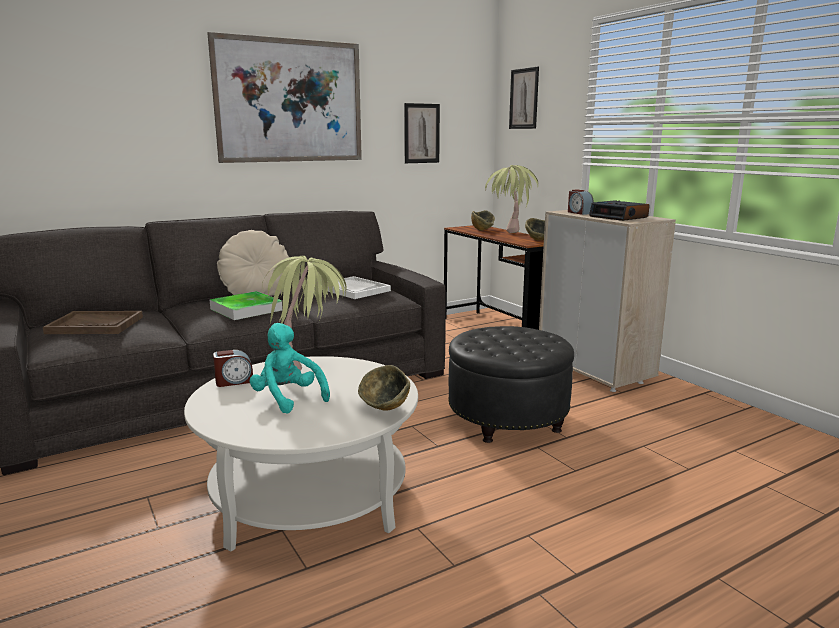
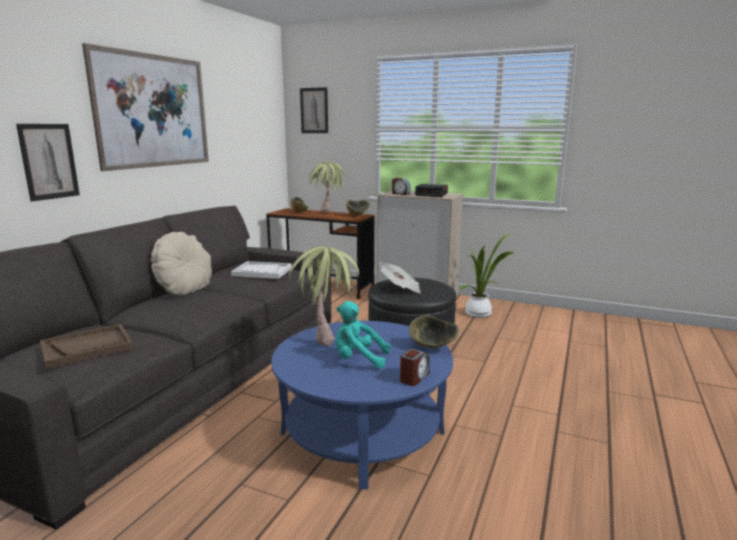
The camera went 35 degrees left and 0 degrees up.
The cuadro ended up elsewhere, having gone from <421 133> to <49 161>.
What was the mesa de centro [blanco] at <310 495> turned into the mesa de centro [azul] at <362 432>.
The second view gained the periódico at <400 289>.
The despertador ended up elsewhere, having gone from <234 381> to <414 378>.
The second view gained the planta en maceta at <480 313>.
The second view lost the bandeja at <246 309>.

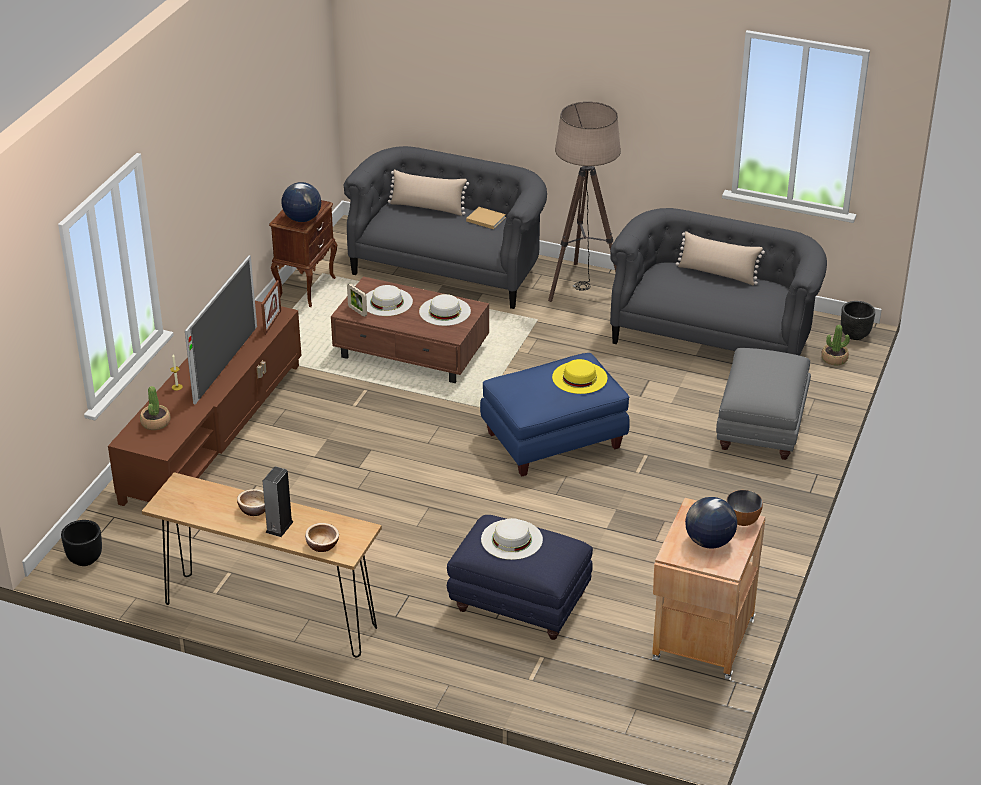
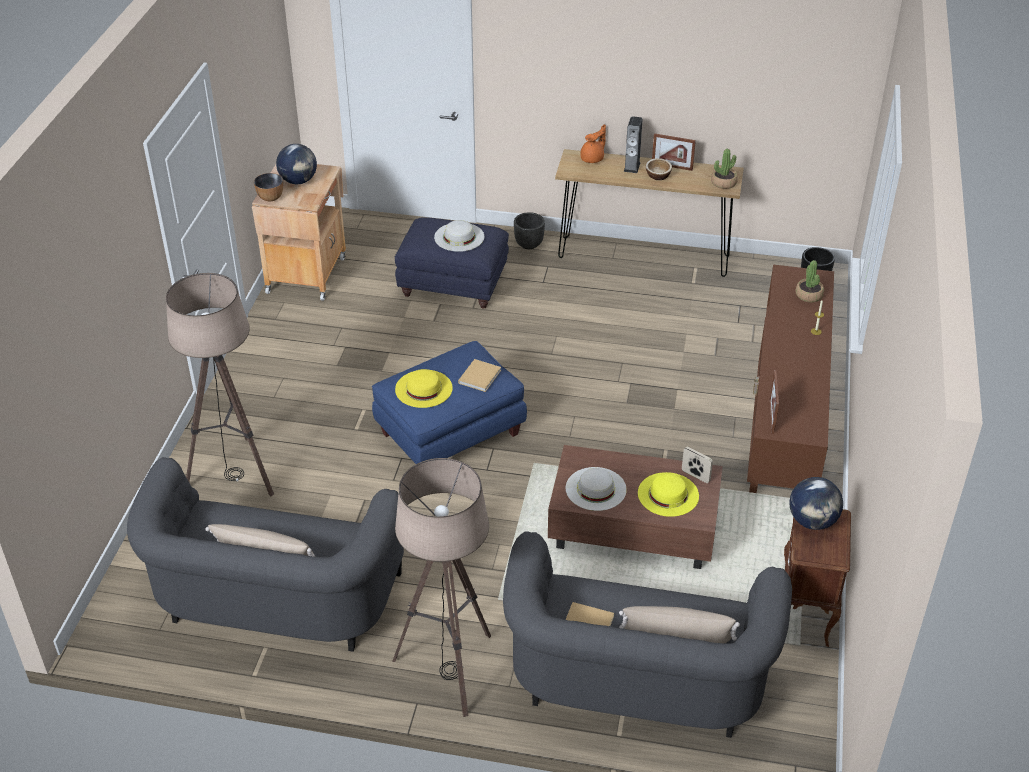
The camera went 170 degrees right and 5 degrees up.
Where the puf [gris] stood at <761 429>, the lámpara de pie came to stand at <235 473>.
The second view gained the libro [beis] at <480 376>.
The maceta [negro] ended up elsewhere, having gone from <854 335> to <529 244>.
Where the cuenco stood at <322 545>, the tetera [naranja] came to stand at <593 158>.
What was the sombrero [blanco] at <387 302> turned into the sombrero [amarillo] at <668 494>.
The second view gained the portarretratos at <672 166>.
The planta en maceta ended up elsewhere, having gone from <834 359> to <723 183>.
The second view lost the televisor at <226 364>.

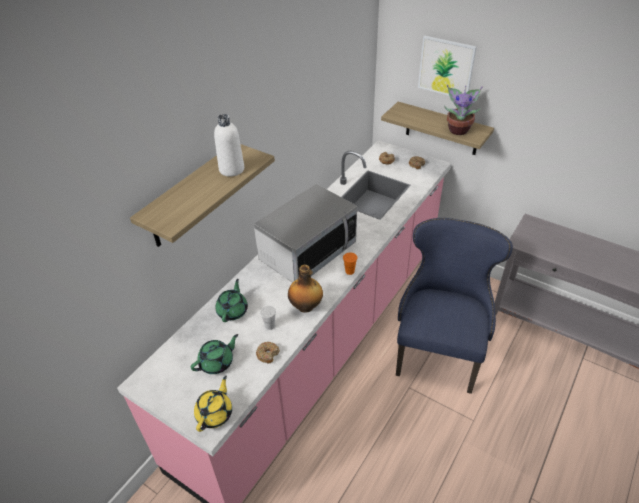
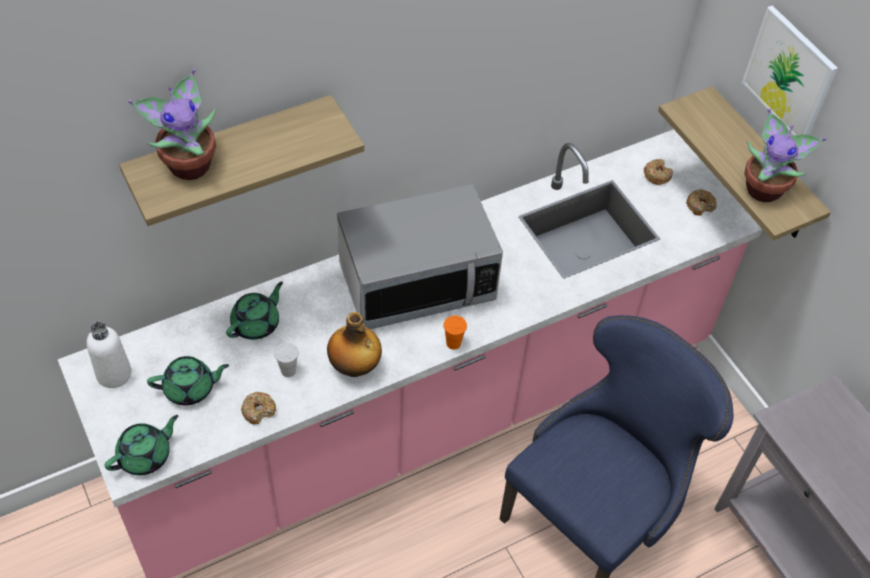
The camera went 25 degrees right and 10 degrees up.
The botella [blanco] ended up elsewhere, having gone from <231 169> to <114 374>.
What was the tetera [amarillo] at <215 413> turned into the tetera [verde] at <146 455>.
The second view gained the planta en maceta at <188 163>.

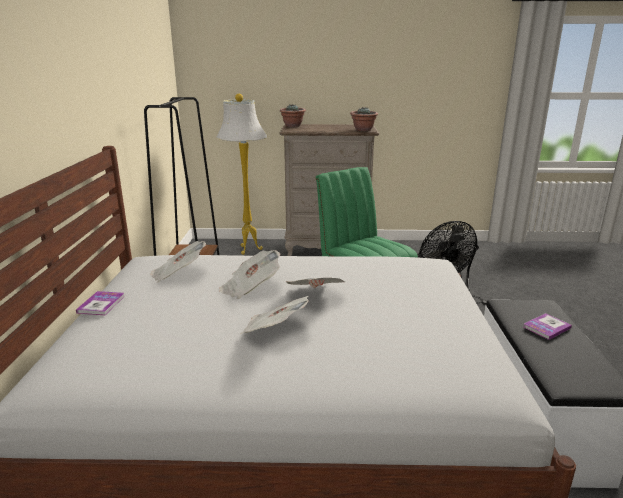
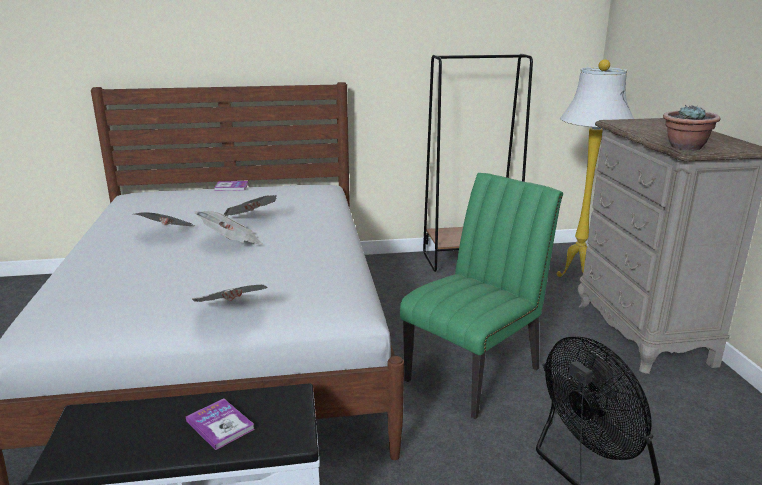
The camera went 80 degrees right and 0 degrees up.
The periódico ended up elsewhere, having gone from <178 275> to <231 312>.
The second view lost the planta en maceta at <293 126>.

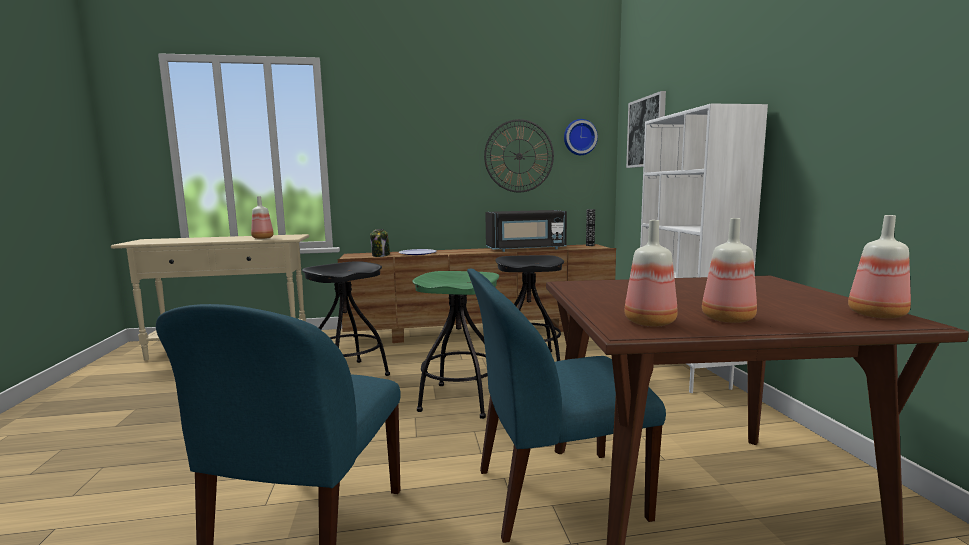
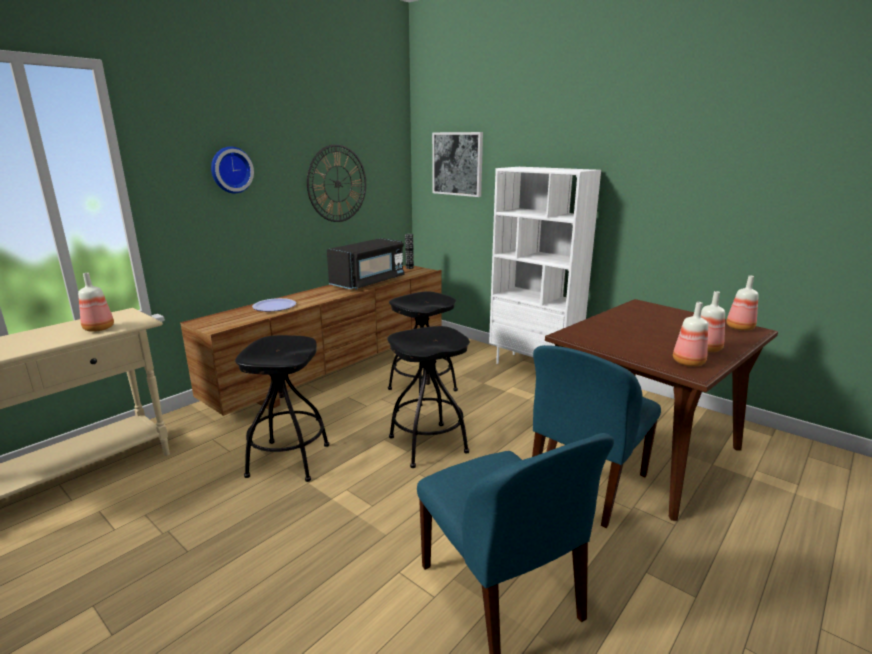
The camera went 40 degrees left and 10 degrees up.
The reloj de pared ended up elsewhere, having gone from <579 137> to <230 170>.
What was the taburete [verde] at <461 400> turned into the taburete [negro] at <428 444>.
The second view lost the tarro at <381 255>.

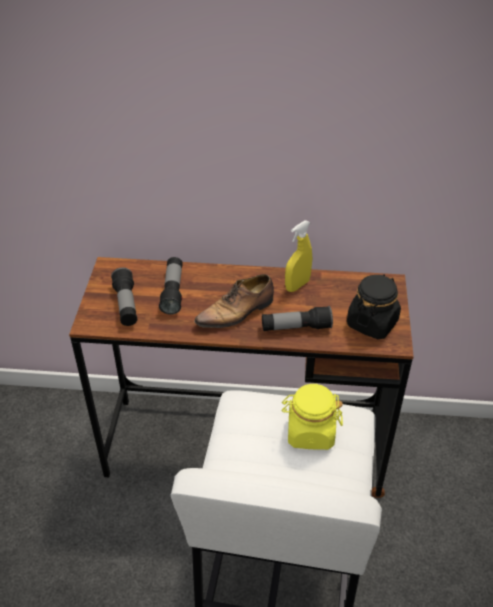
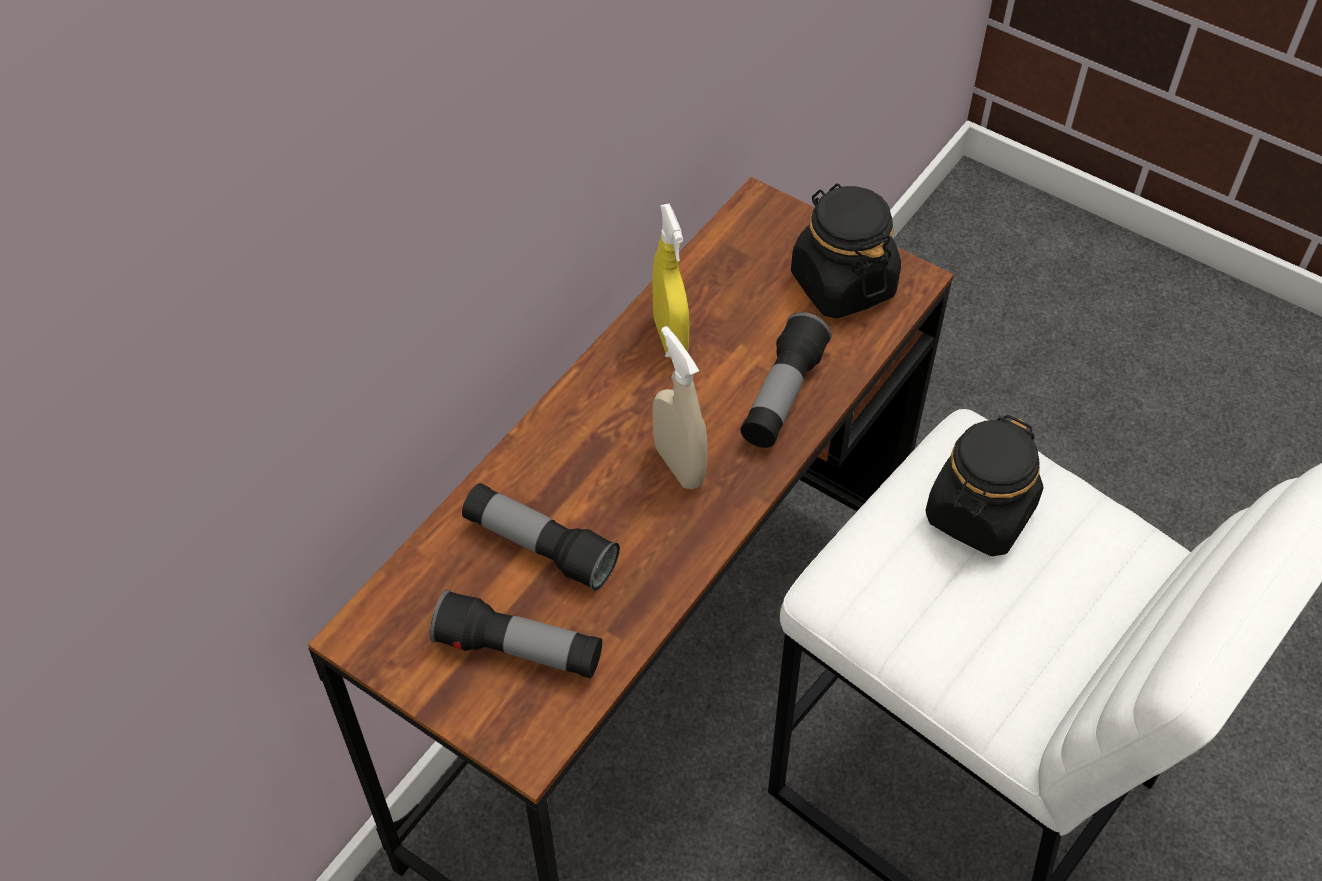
The camera went 60 degrees left and 10 degrees up.
Where the zapato stood at <237 312>, the pulverizador [beis] came to stand at <679 465>.
What was the tarro [amarillo] at <310 432> turned into the tarro [negro] at <979 514>.

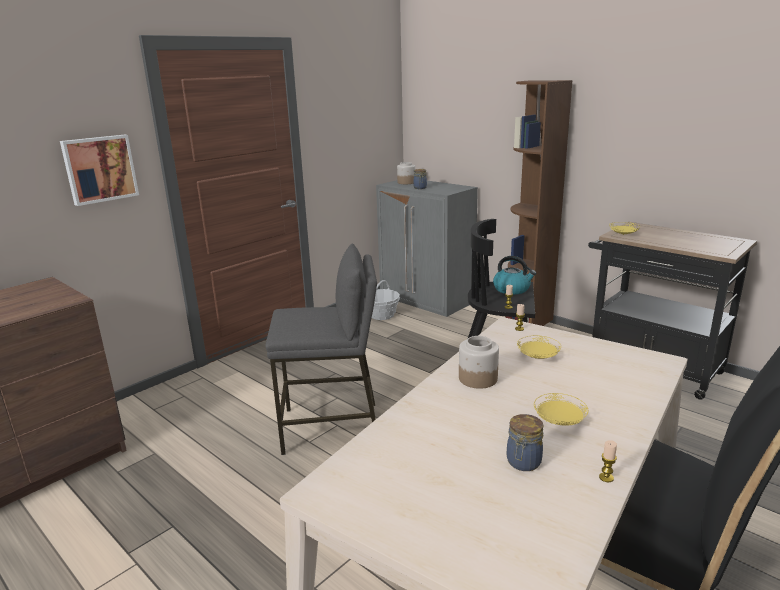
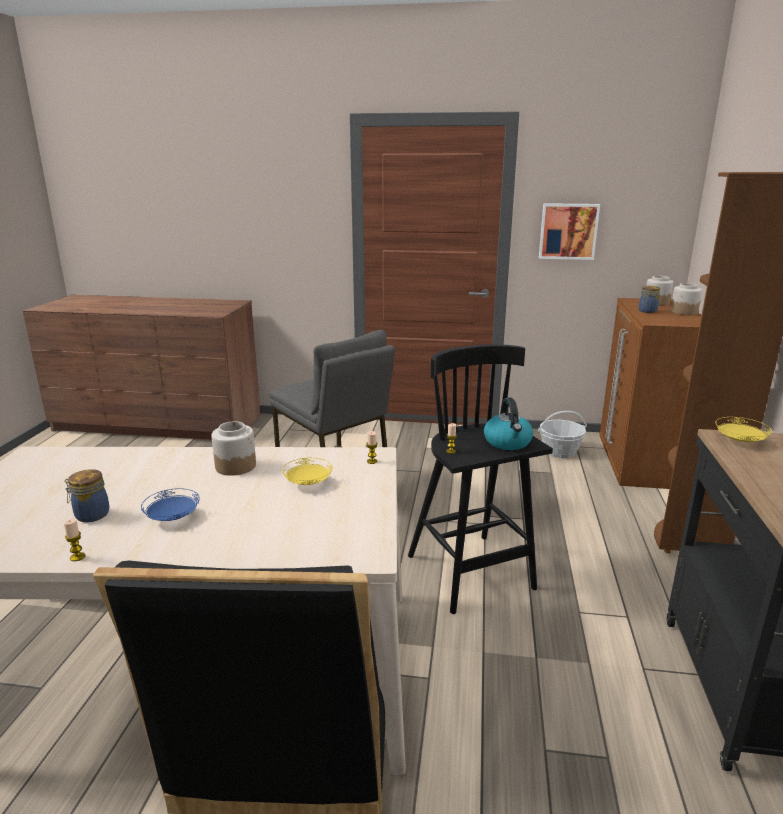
The camera went 55 degrees right and 0 degrees up.
What was the plato [amarillo] at <559 421> turned into the plato [azul] at <172 518>.
The cuadro ended up elsewhere, having gone from <99 169> to <568 231>.
What was the armario [gris] at <426 299> turned into the armario [marrón] at <639 460>.
The second view gained the tarro at <683 312>.

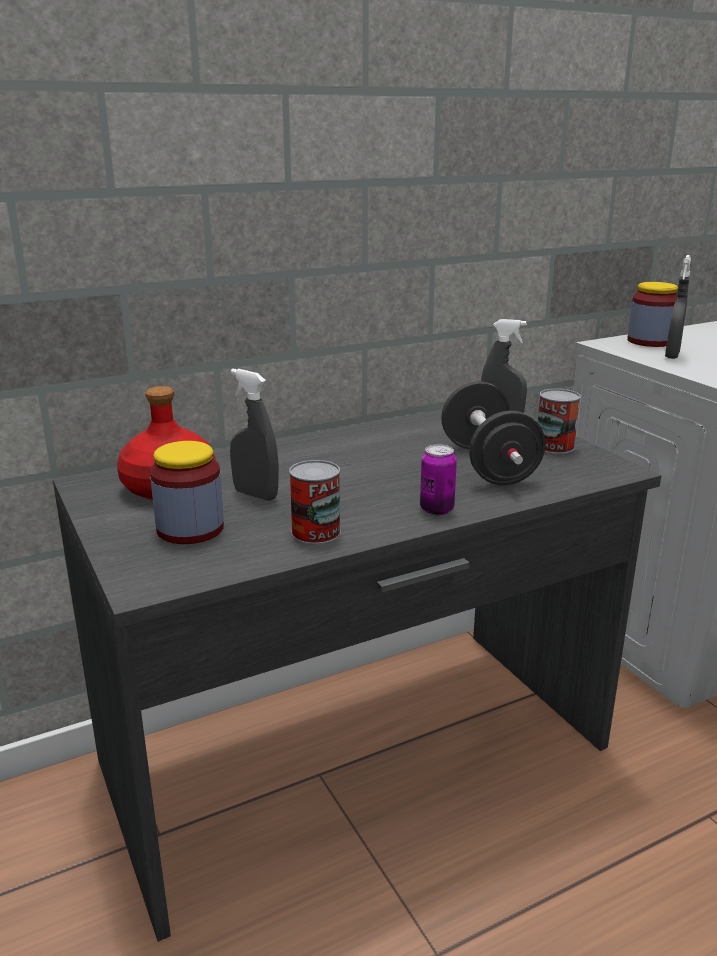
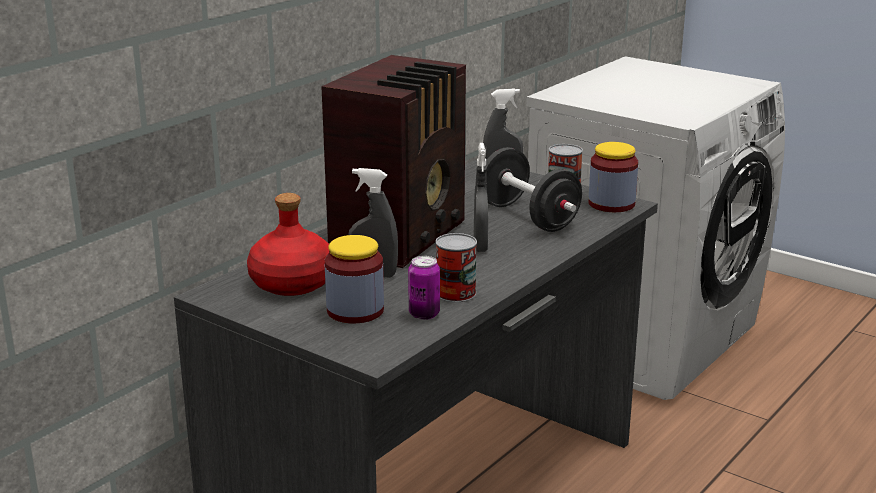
The camera went 25 degrees left and 0 degrees up.
The second view gained the radio at <402 236>.
The lata ended up elsewhere, having gone from <436 510> to <424 314>.
The pulverizador [gris] ended up elsewhere, having gone from <672 355> to <480 246>.
The tarro ended up elsewhere, having gone from <649 341> to <611 204>.

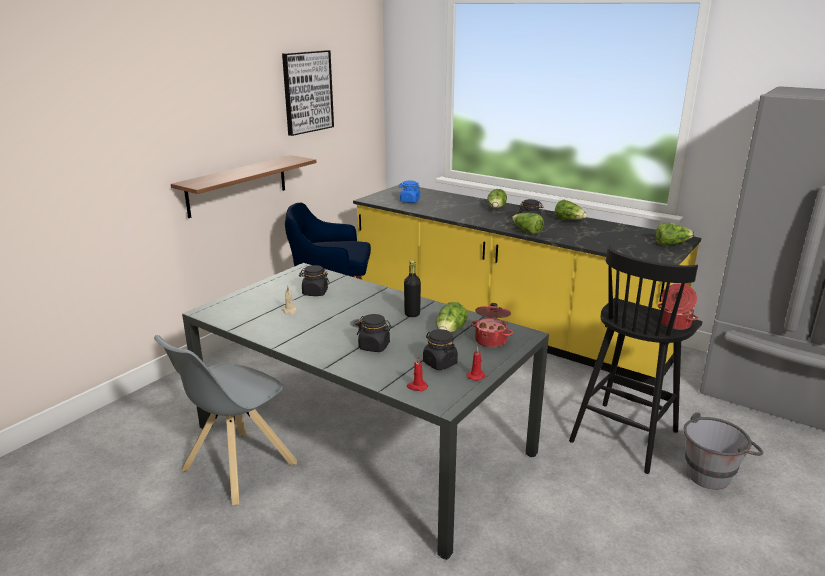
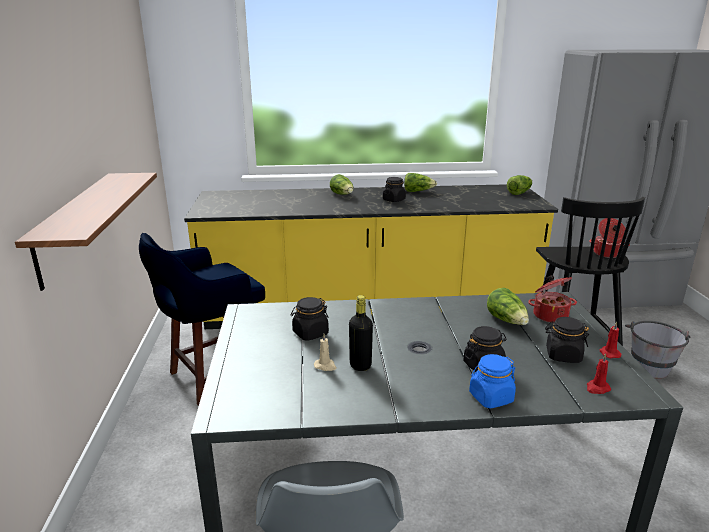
The camera went 40 degrees left and 0 degrees up.
The botella [negro] ended up elsewhere, having gone from <412 314> to <360 365>.
The tarro [azul] ended up elsewhere, having gone from <409 201> to <490 397>.
The second view lost the cuadro at <307 92>.
The second view lost the lechuga at <526 231>.

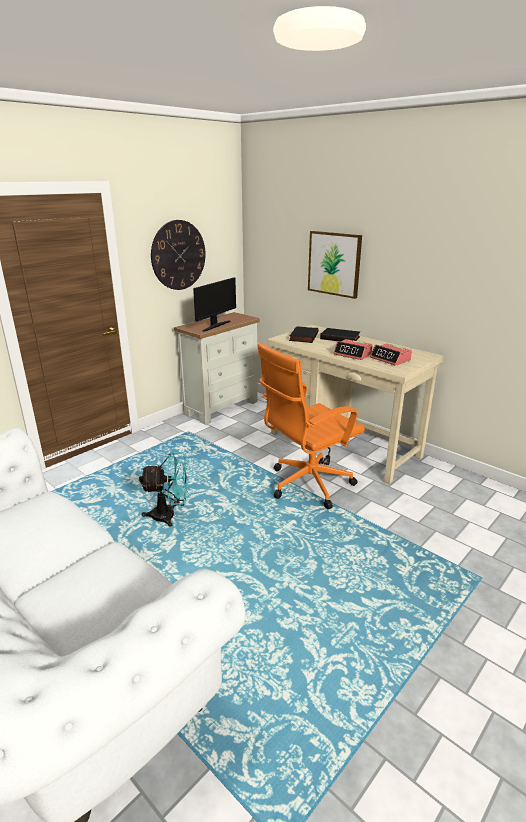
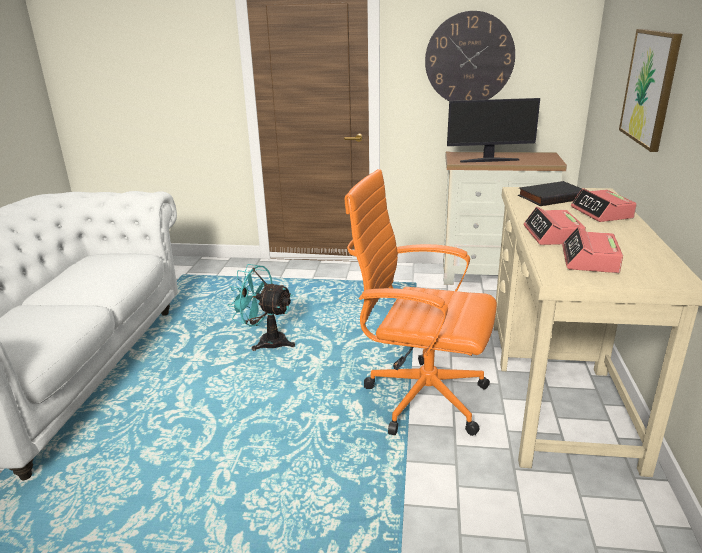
The camera went 55 degrees right and 0 degrees up.
The ventilador [turquesa] at <170 516> ended up facing another way, 150 degrees clockwise from before.
Where the libro [negro] stood at <340 337>, the despertador came to stand at <601 213>.

